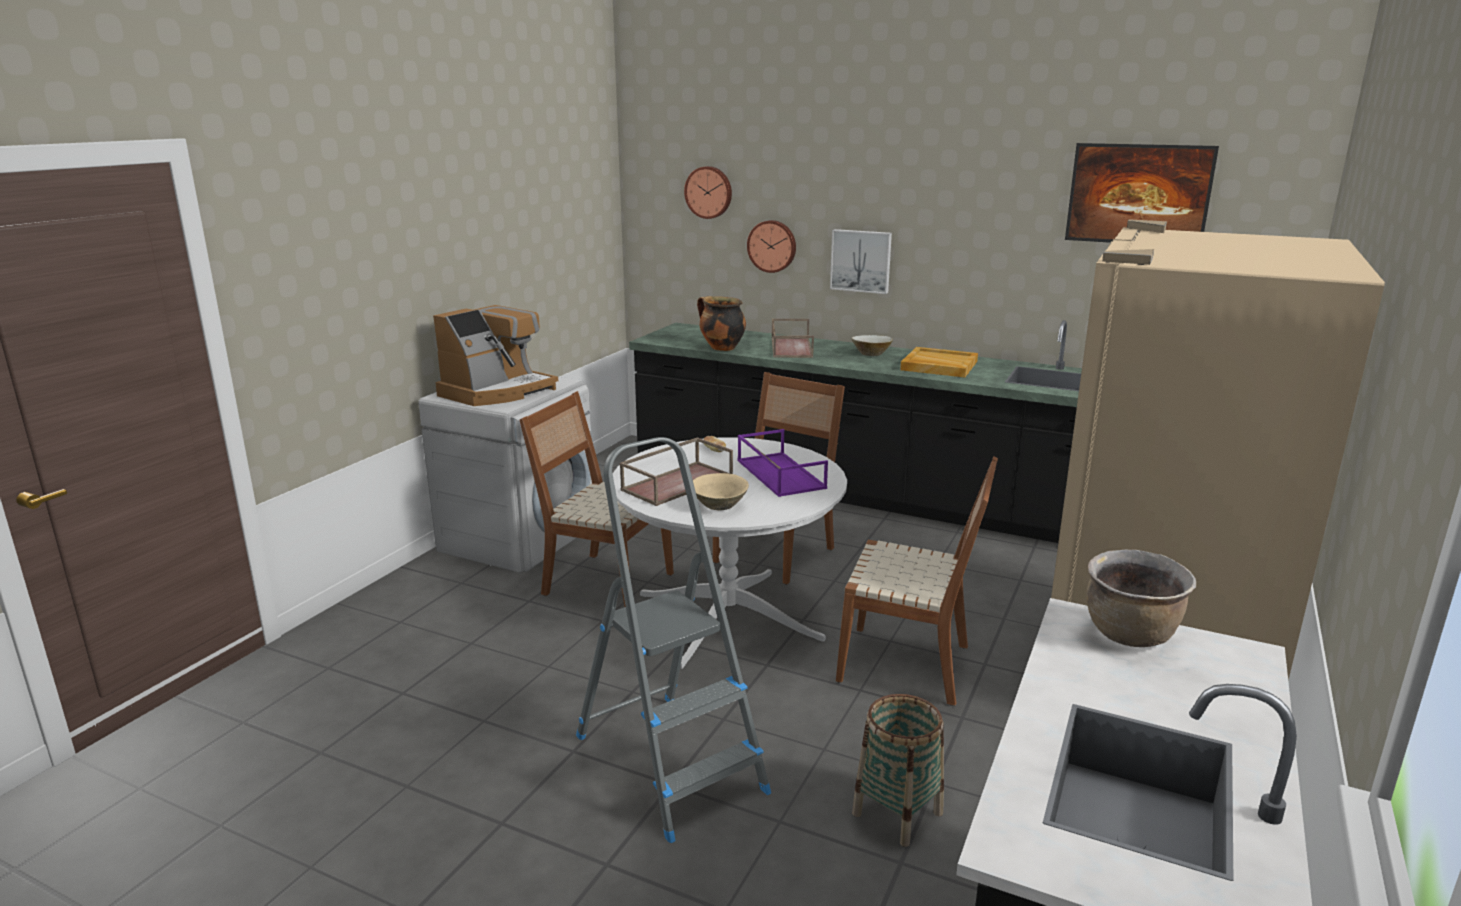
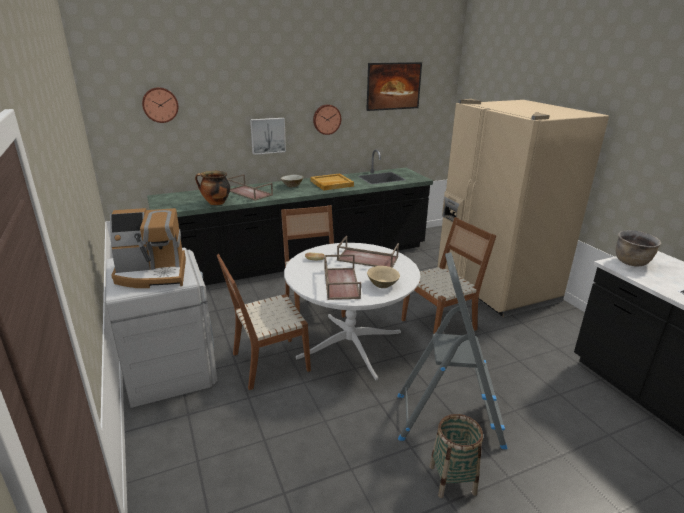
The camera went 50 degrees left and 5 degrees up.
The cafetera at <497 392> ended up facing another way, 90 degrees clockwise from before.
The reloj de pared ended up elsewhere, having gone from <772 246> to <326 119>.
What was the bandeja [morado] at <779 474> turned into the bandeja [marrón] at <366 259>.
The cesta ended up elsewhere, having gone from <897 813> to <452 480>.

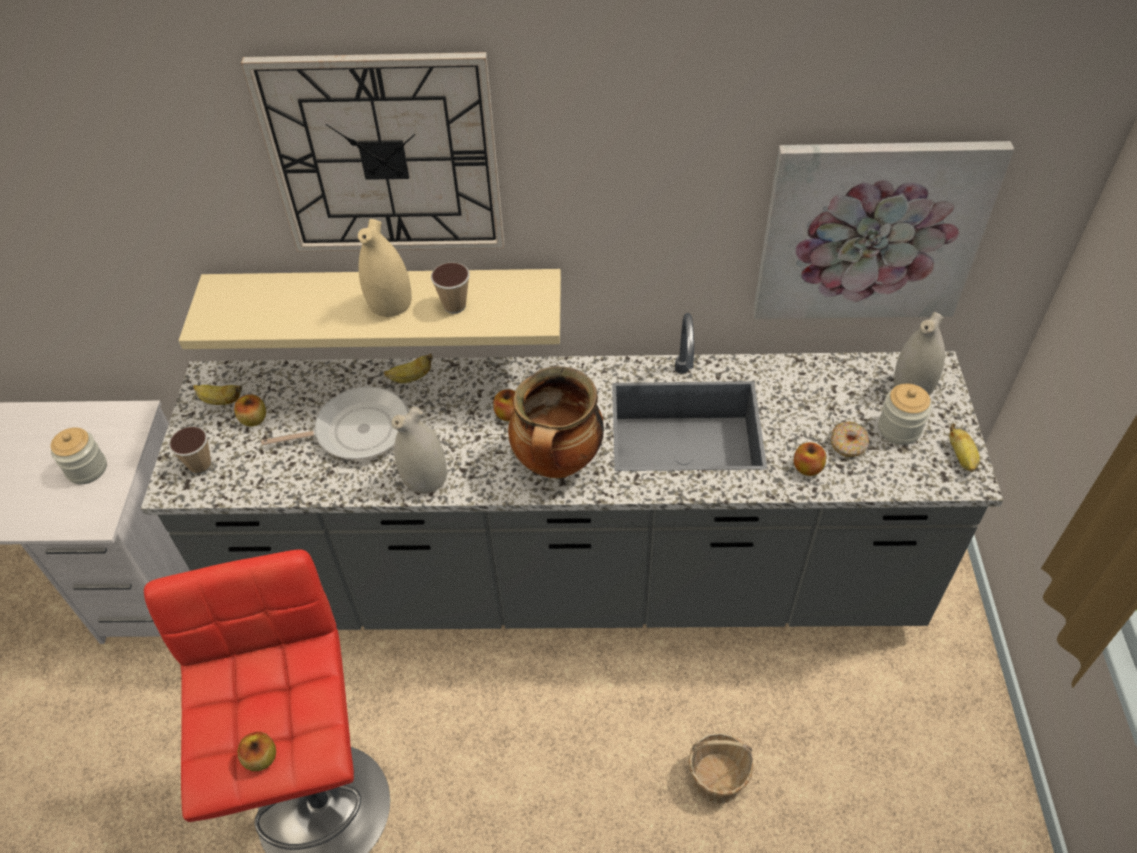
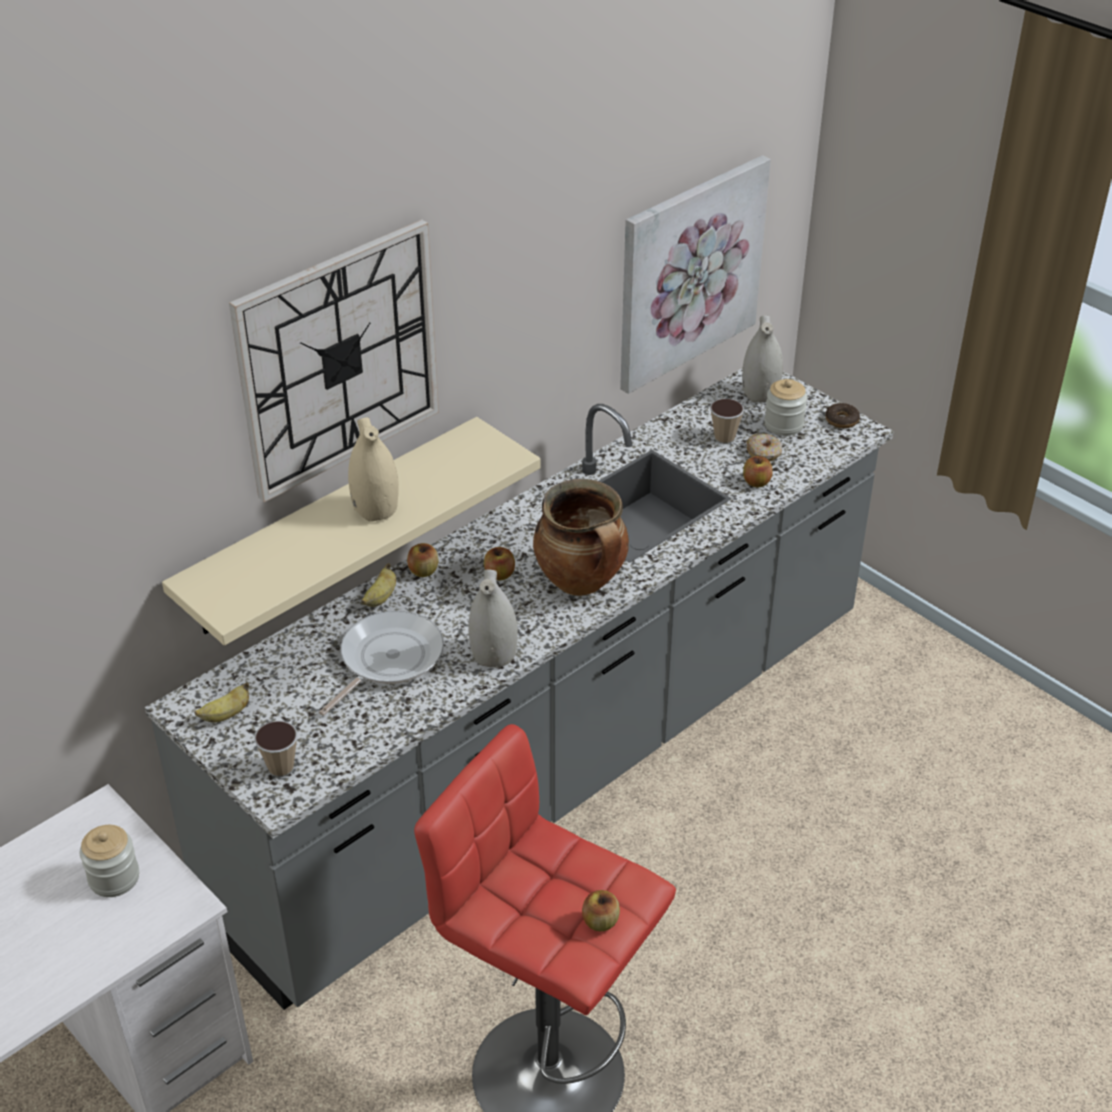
The camera went 45 degrees left and 10 degrees down.
The manzana ended up elsewhere, having gone from <254 419> to <423 571>.
The taza ended up elsewhere, having gone from <454 306> to <724 438>.
Where the plátano stood at <961 458>, the rosquilla came to stand at <841 420>.
The second view lost the cesta at <717 778>.

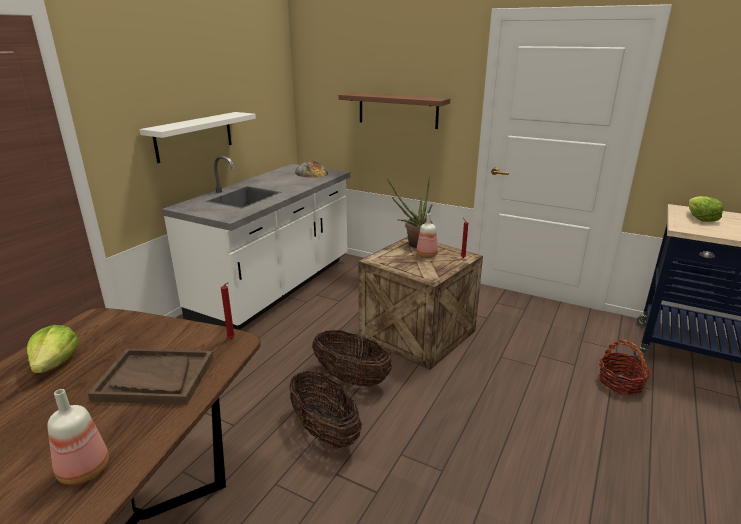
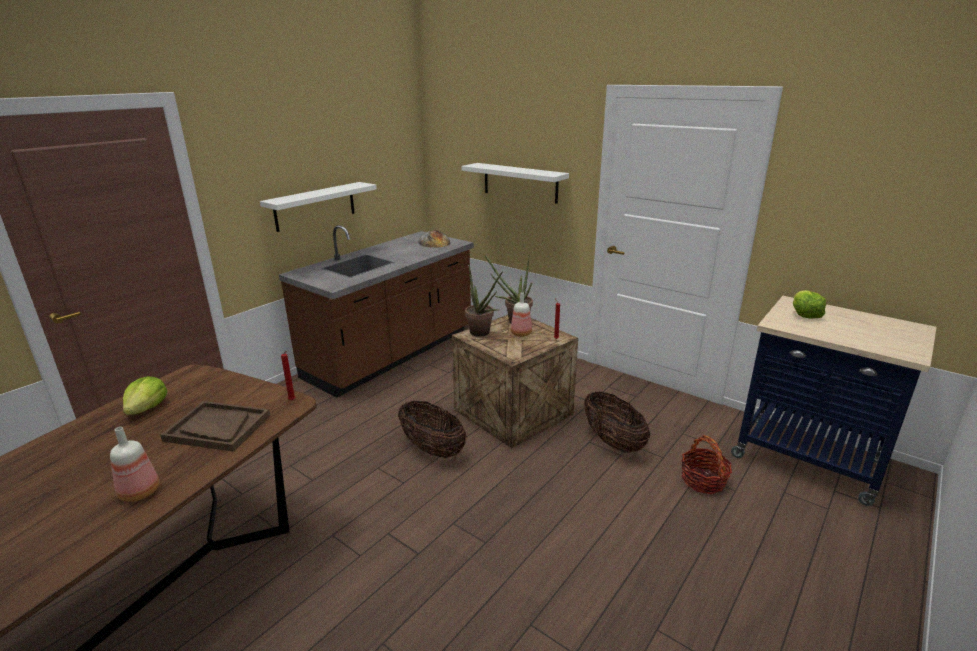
The camera went 10 degrees right and 0 degrees up.
What was the mueble bajo de cocina [blanco] at <276 287> turned into the mueble bajo de cocina [marrón] at <392 354>.
What was the estante [marrón] at <397 110> turned into the estante [blanco] at <520 182>.
The second view gained the planta en maceta at <482 334>.
The cesta ended up elsewhere, having gone from <325 432> to <613 442>.

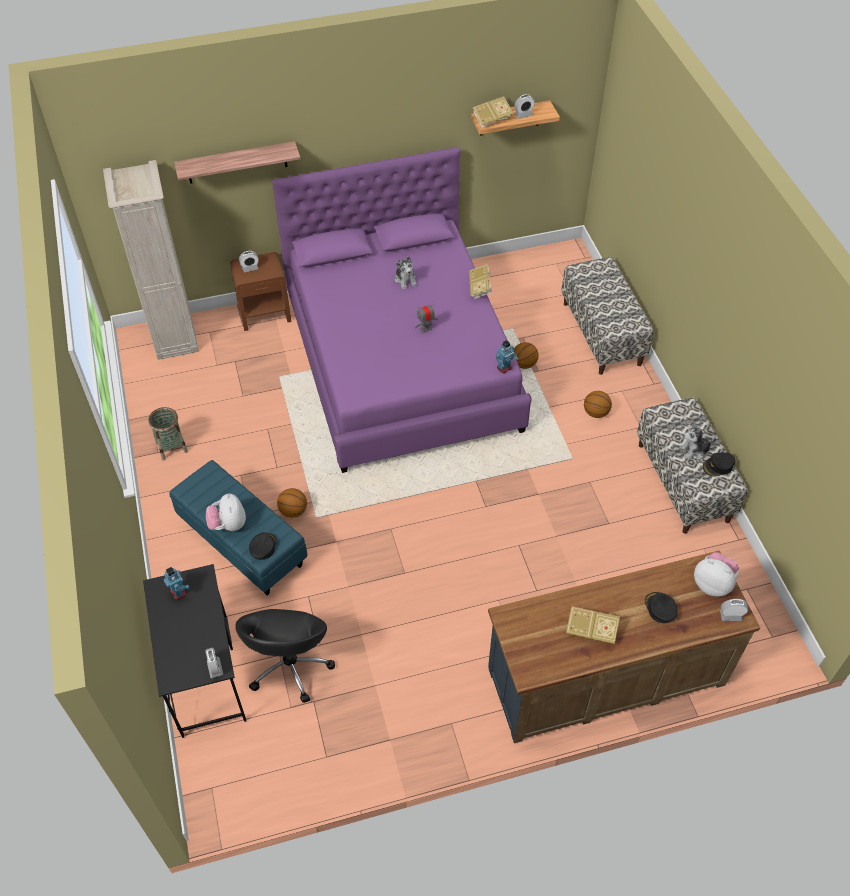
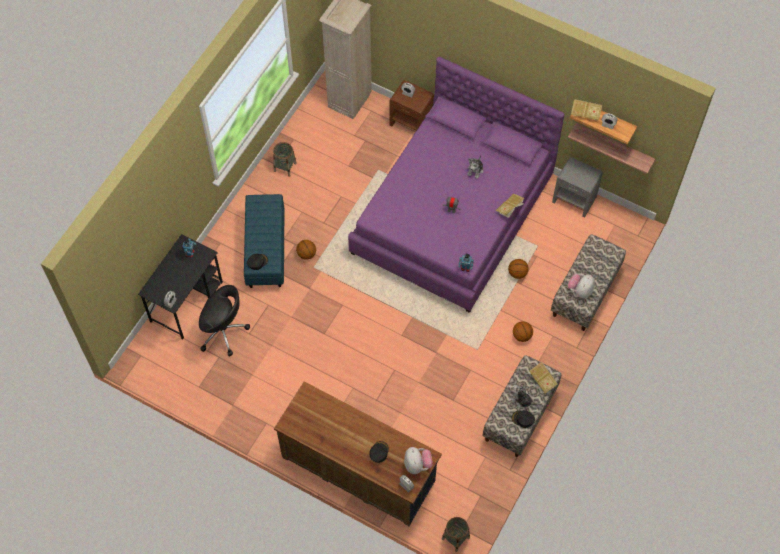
The camera went 45 degrees right and 10 degrees up.
The silla de oficina [negro] at <289 668> ended up facing another way, 120 degrees counterclockwise from before.
The second view gained the cesta at <455 538>.
The libro ended up elsewhere, having gone from <591 630> to <543 380>.
The second view gained the mesita de noche [gris] at <574 199>.
The peluche ended up elsewhere, having gone from <228 524> to <580 290>.
The estante ended up elsewhere, having gone from <237 162> to <614 146>.

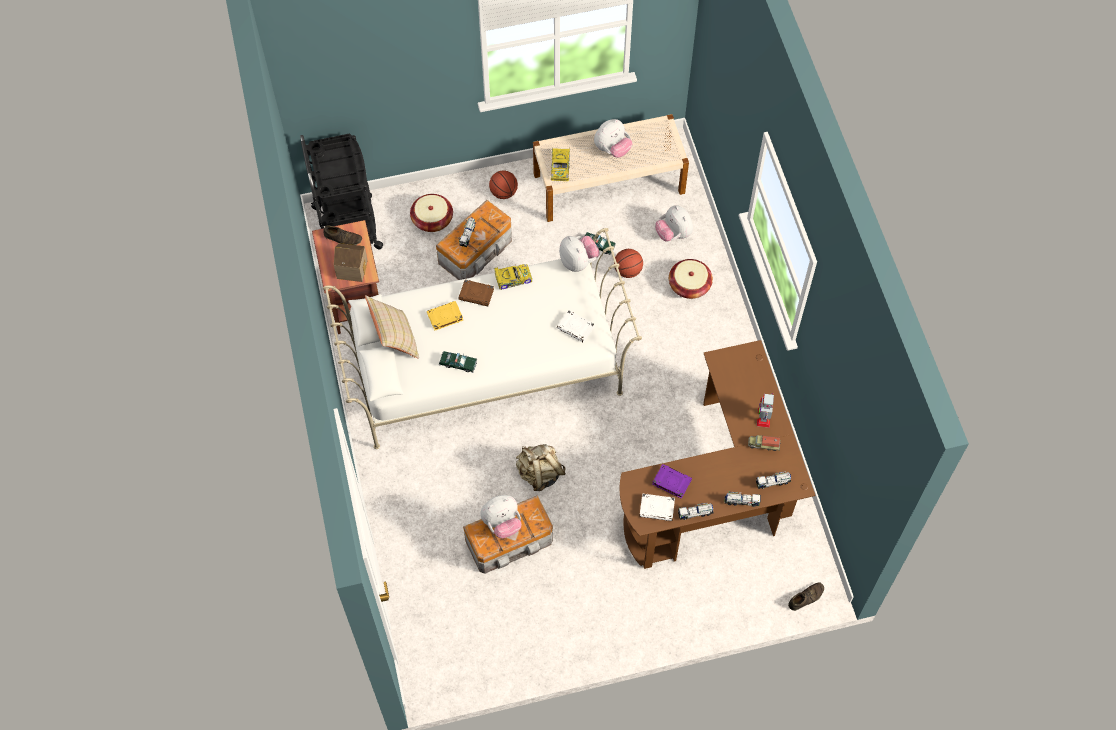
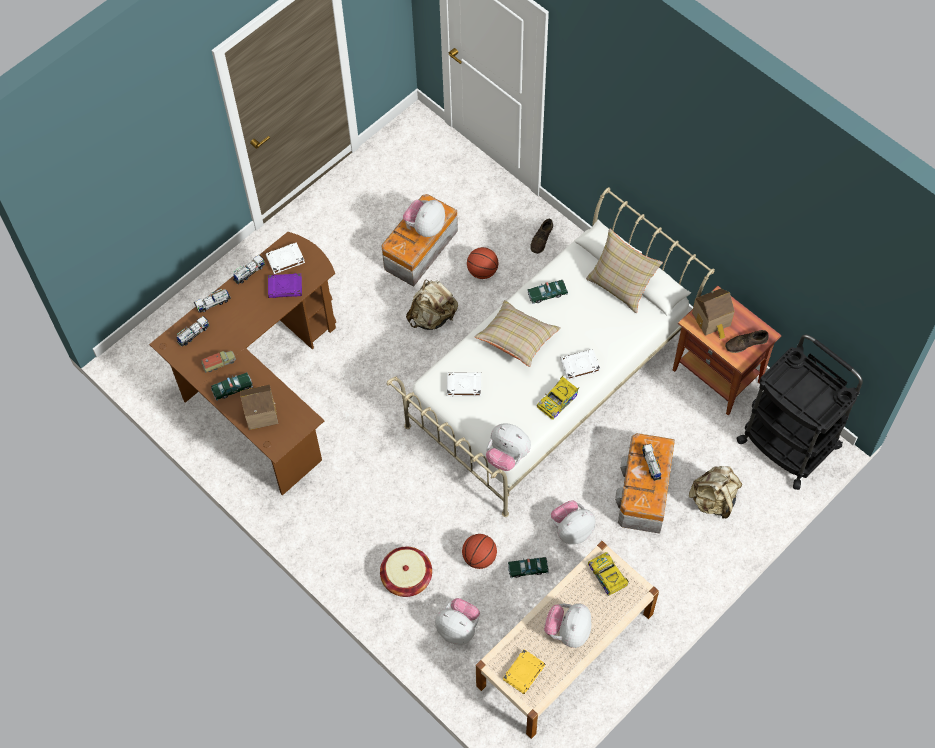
The camera went 150 degrees right and 0 degrees up.
Where the robot de juguete stood at <763 417>, the coche de juguete came to stand at <232 388>.
The second view gained the casita at <260 412>.
The balón de baloncesto ended up elsewhere, having gone from <503 193> to <482 271>.
The second view gained the cojín [beis] at <517 339>.
The libro [amarillo] ended up elsewhere, having gone from <444 317> to <524 672>.
The zapato [marrón] ended up elsewhere, having gone from <806 597> to <541 239>.
The second view gained the peluche at <572 529>.
What was the libro [marrón] at <476 294> turned into the libro [blanco] at <579 366>.
Where the cesta stood at <432 220>, the mochila [beis] came to stand at <713 500>.

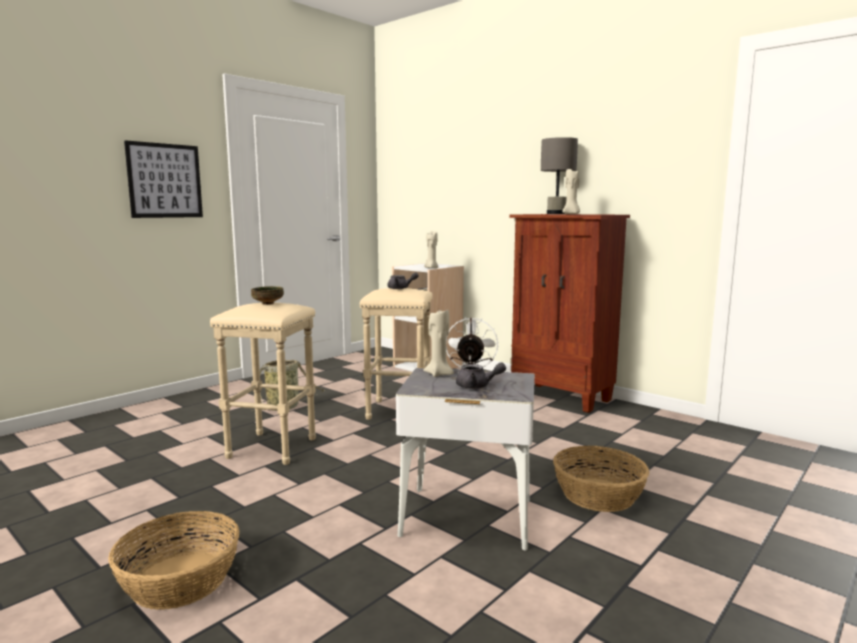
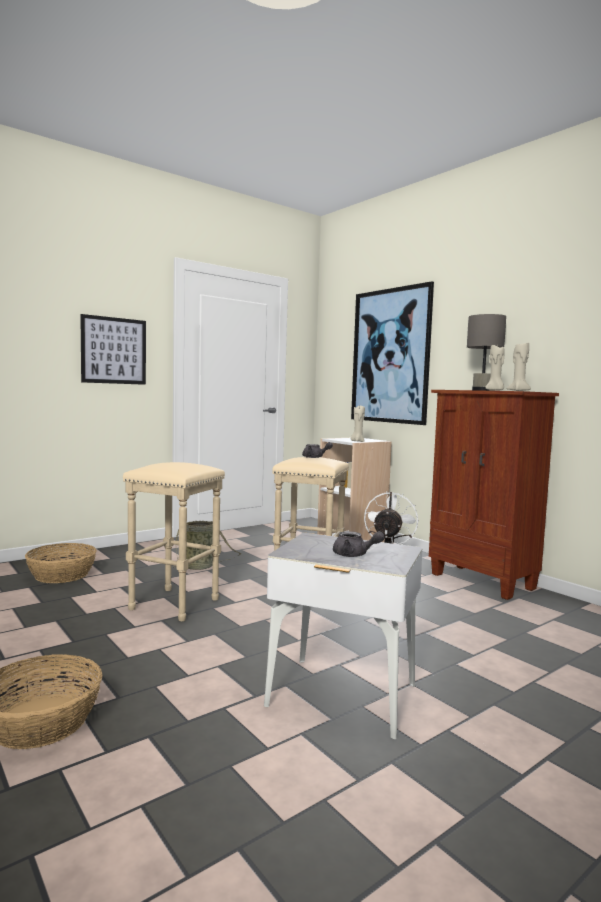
The camera went 10 degrees right and 5 degrees down.
The cesta ended up elsewhere, having gone from <599 495> to <62 575>.
The second view gained the cuadro at <390 356>.
The vela [beis] ended up elsewhere, having gone from <439 374> to <518 391>.
The second view lost the cuenco at <268 303>.

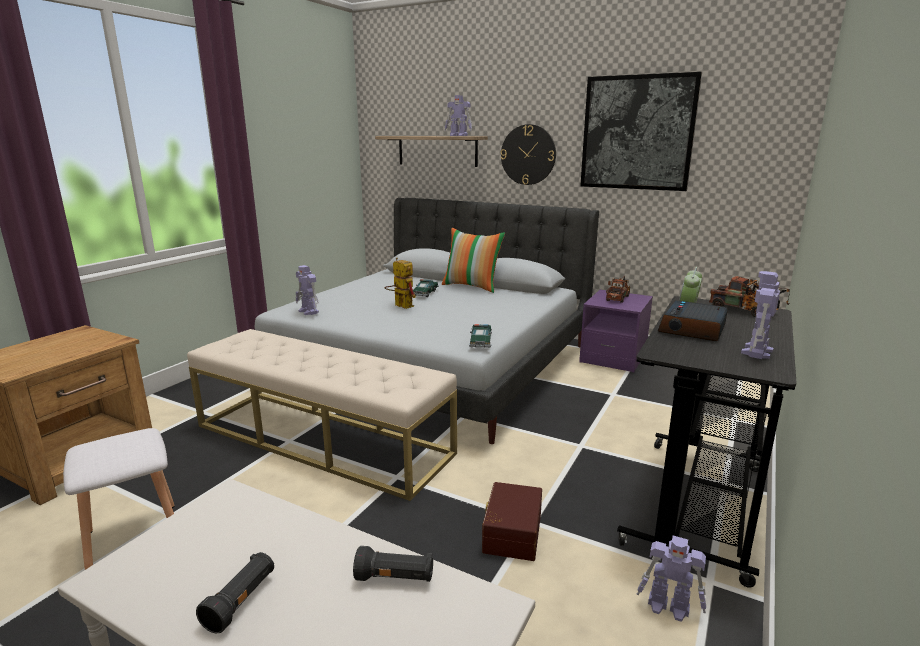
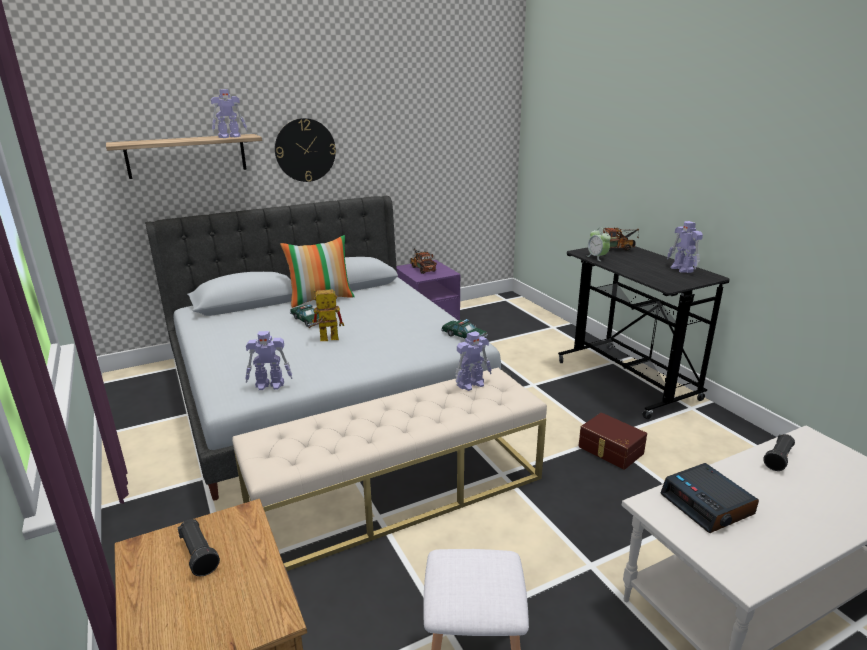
The camera went 55 degrees left and 5 degrees up.
The linterna [negro] ended up elsewhere, having gone from <241 601> to <199 555>.
The robot de juguete ended up elsewhere, having gone from <669 607> to <472 384>.
The despertador ended up elsewhere, having gone from <693 329> to <708 505>.
The second view lost the cuadro at <637 133>.

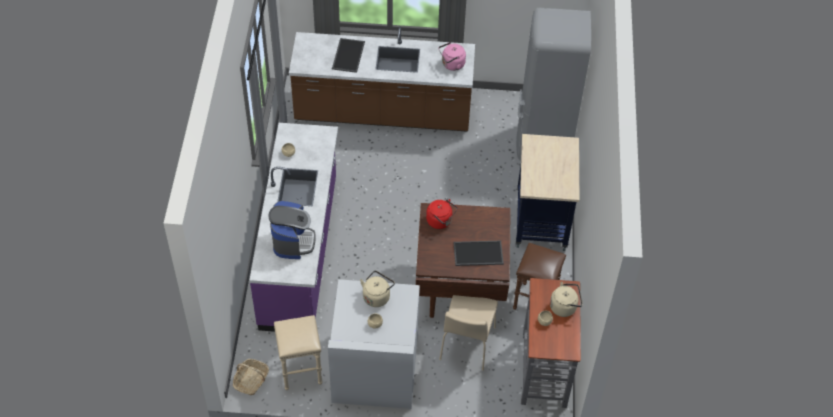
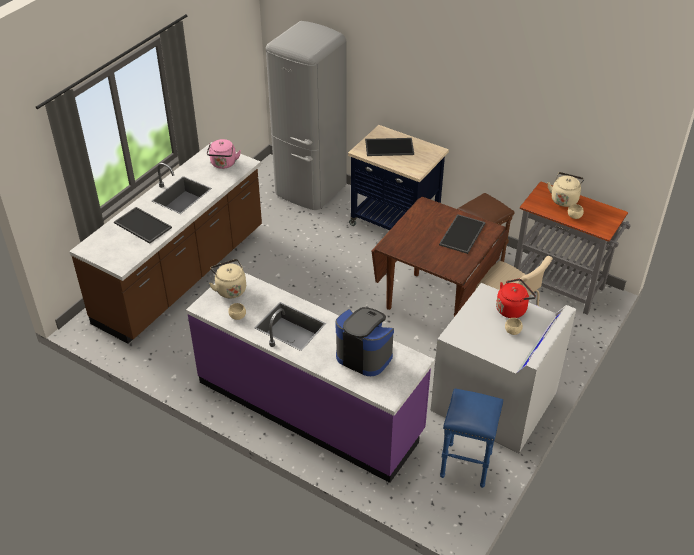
The camera went 60 degrees left and 10 degrees down.
The hervidor [beis] ended up elsewhere, having gone from <377 296> to <230 289>.
The second view gained the bandeja at <390 147>.
What was the taburete [beis] at <300 371> turned into the taburete [azul] at <464 465>.
The hervidor [rojo] ended up elsewhere, having gone from <440 221> to <512 309>.
The second view lost the cesta at <251 380>.

